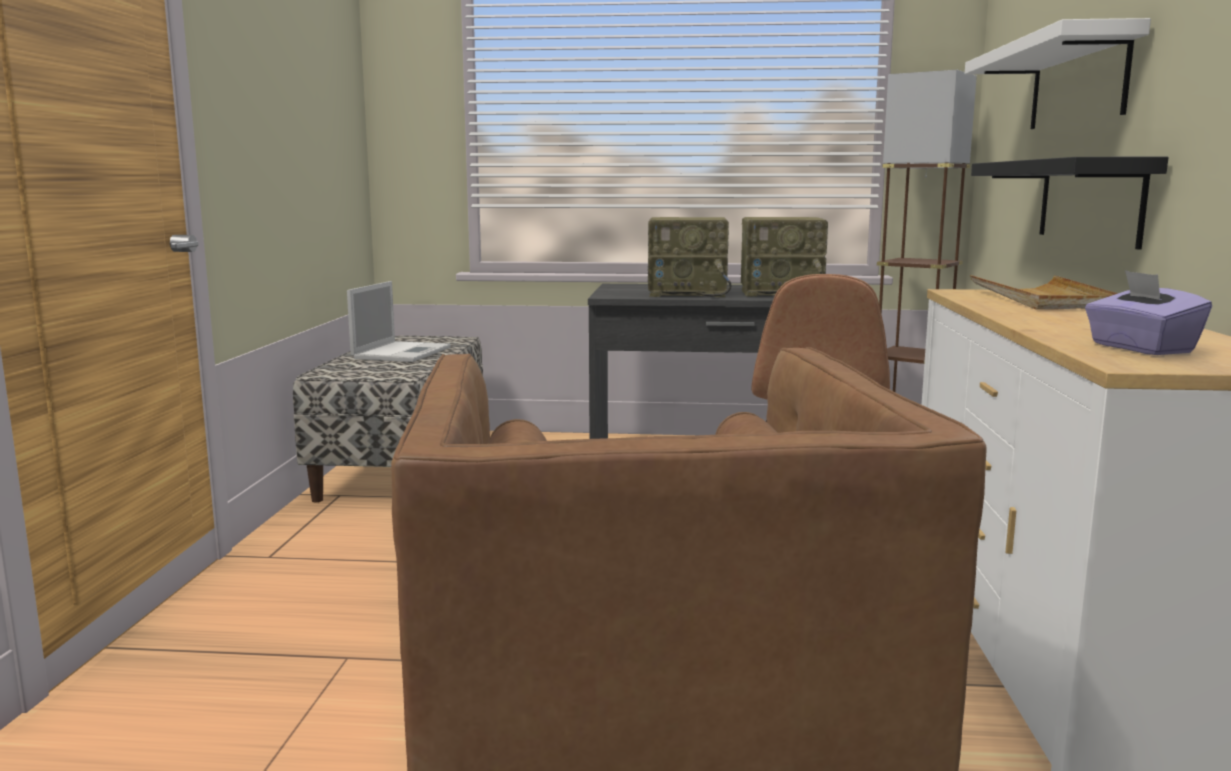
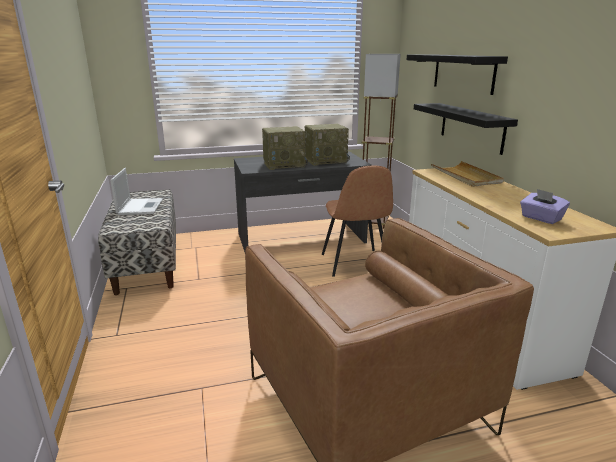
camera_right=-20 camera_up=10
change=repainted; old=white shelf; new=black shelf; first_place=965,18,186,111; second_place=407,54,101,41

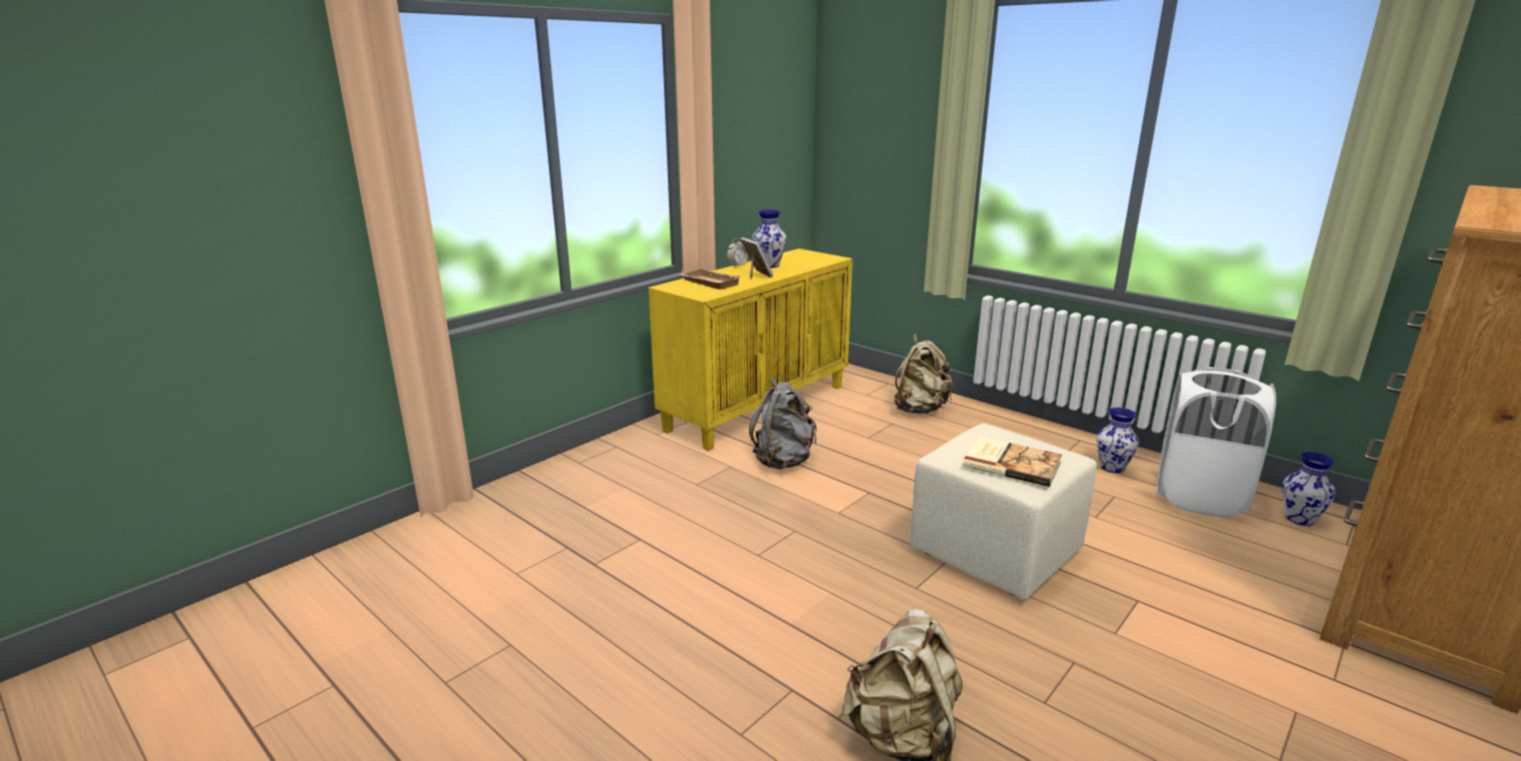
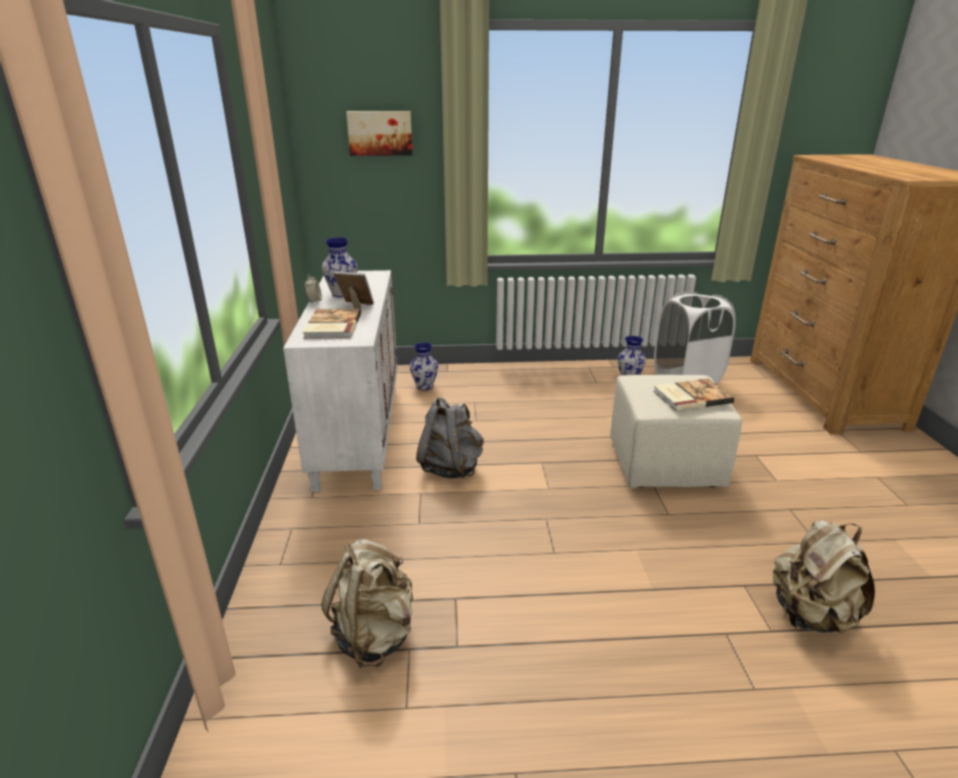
camera_right=-45 camera_up=5
change=repainted; old=yellow cabinet; new=white cabinet; first_place=648,249,205,202; second_place=283,270,114,222
change=swapped; old=beige tray; new=book; first_place=679,268,62,21; second_place=303,309,58,30
change=shifted; old=beige backpack; first_place=895,334,58,80; second_place=321,539,92,129
change=new; new=picture; second_place=346,111,67,45
change=shifted; old=vase; first_place=1282,452,53,74; second_place=410,342,28,48

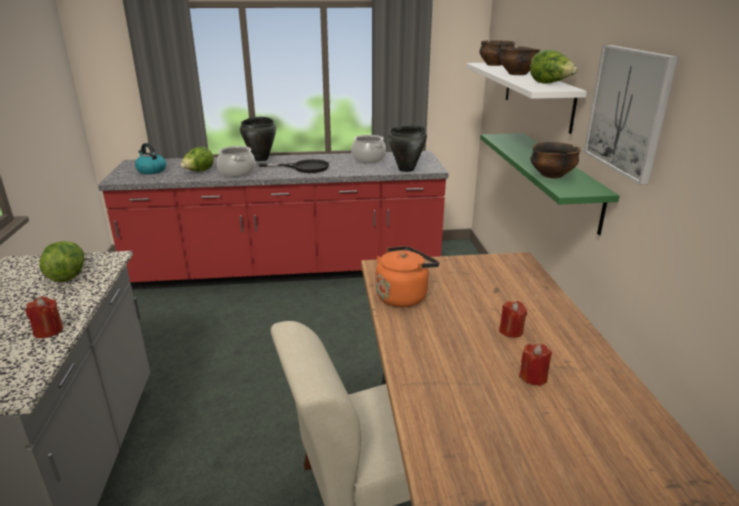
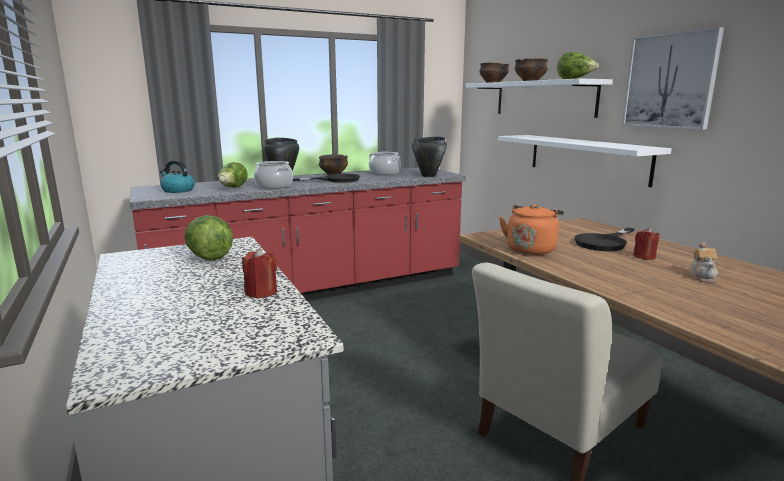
camera_right=-20 camera_up=-10
change=shifted; old=bowl; first_place=530,142,51,37; second_place=319,155,29,20
change=repainted; old=green shelf; new=white shelf; first_place=481,133,138,102; second_place=498,135,174,52
change=new; new=black frying pan; second_place=574,227,60,24
change=swapped; old=red candle; new=teapot; first_place=519,344,33,42; second_place=690,242,28,41

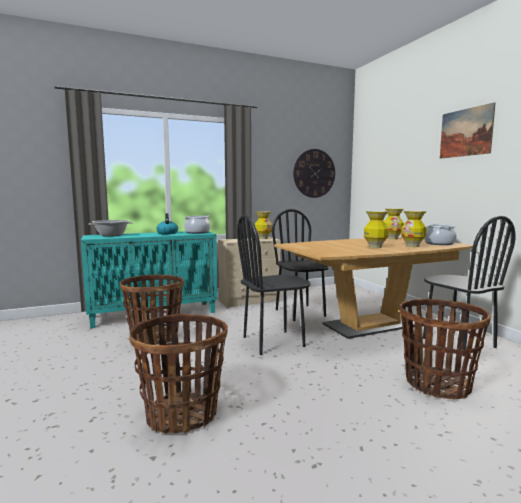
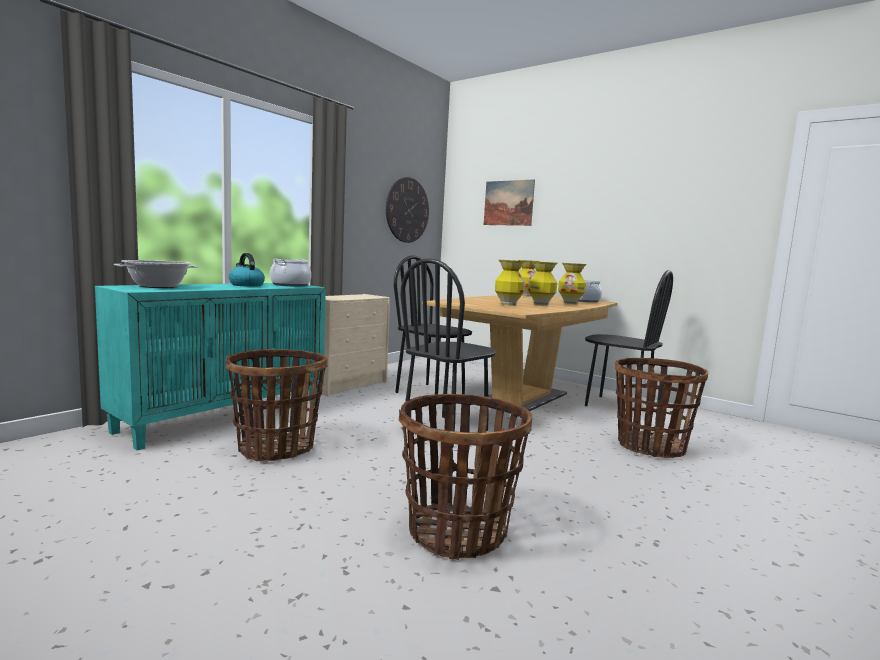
camera_right=-30 camera_up=0
change=shifted; old=picture; first_place=440,102,55,57; second_place=484,179,51,47
change=shifted; old=vase; first_place=255,212,17,27; second_place=495,260,30,46

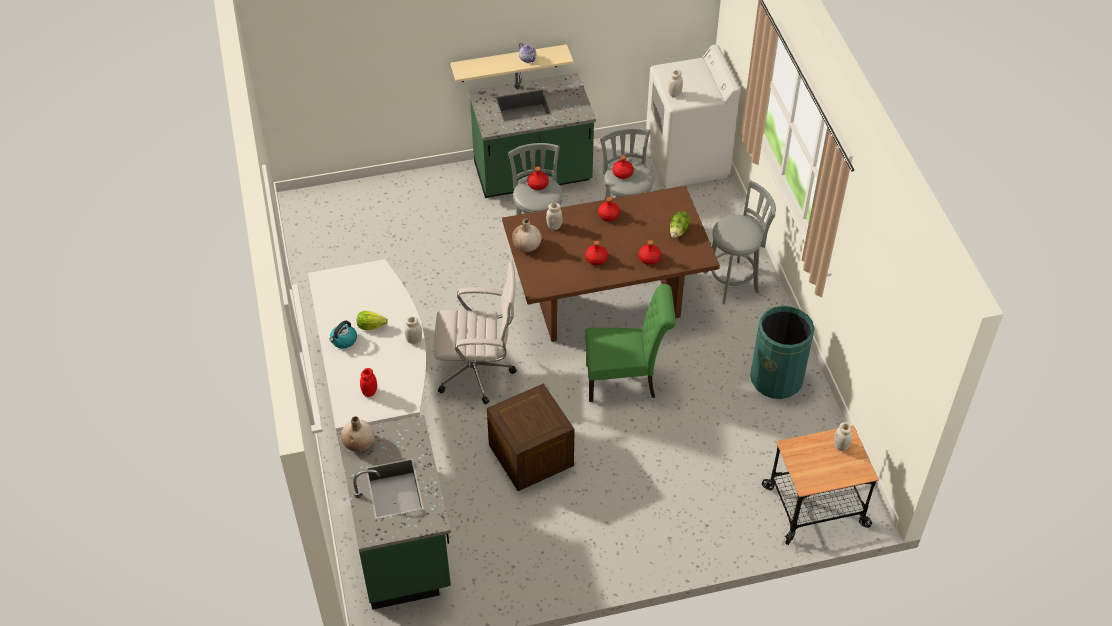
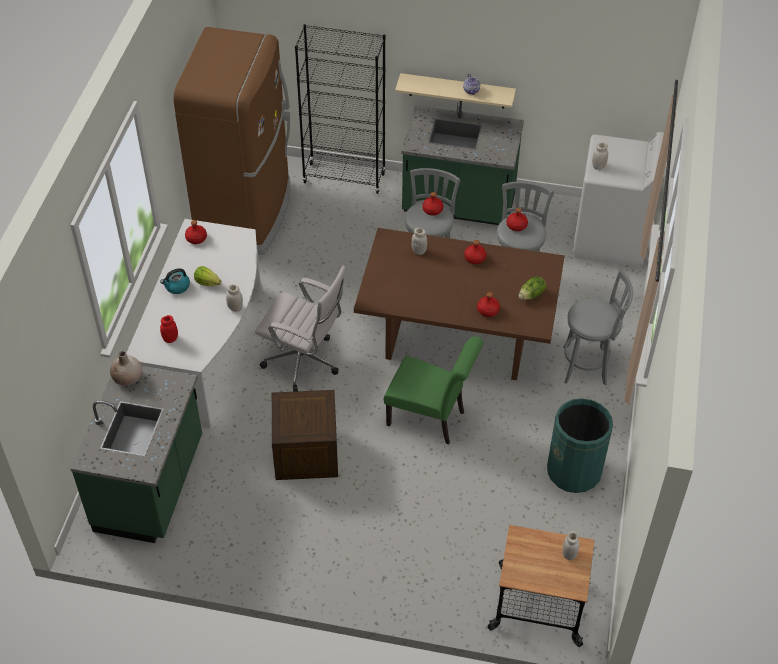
camera_right=25 camera_up=0
change=new; new=brown fridge; second_place=173,27,117,228
change=shifted; old=red bottle; first_place=585,241,23,24; second_place=185,220,22,24
change=new; new=black bookcase; second_place=295,24,91,170
change=gone; old=beige vase; first_place=512,219,29,33

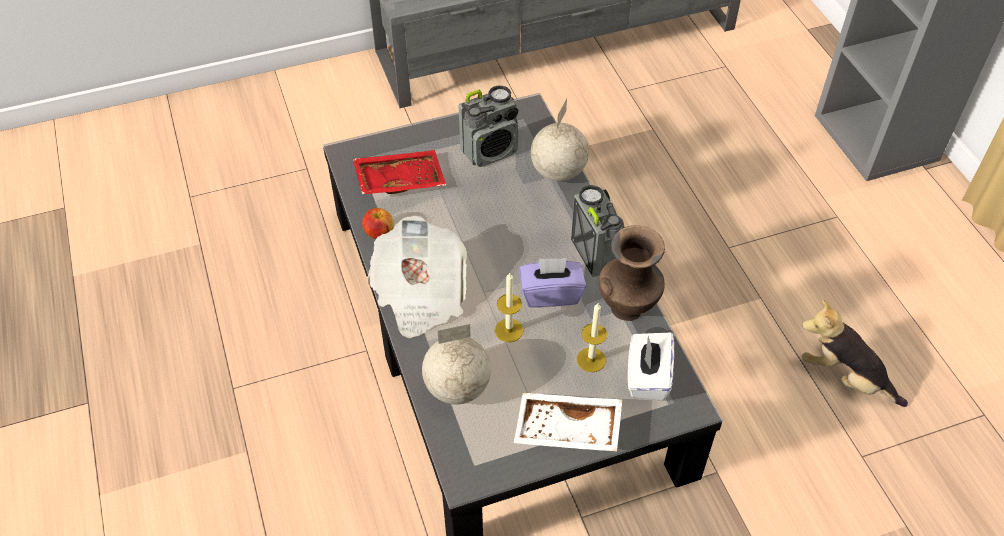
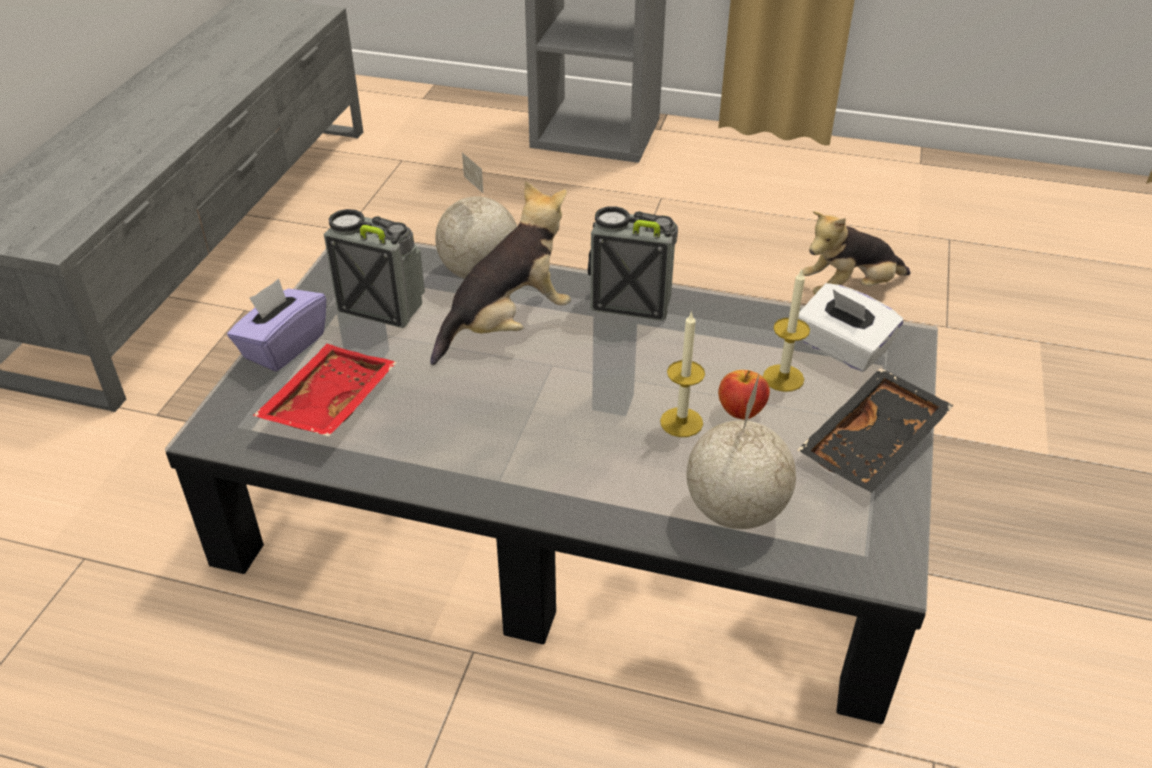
camera_right=-55 camera_up=-10
change=shifted; old=purple tissue box; first_place=519,258,67,49; second_place=227,278,99,94
change=rotated; old=radio; first_place=458,86,60,81; second_place=324,209,101,119; degrees=-75
change=new; new=plush toy; second_place=430,181,141,184
change=shifted; old=apple; first_place=362,208,32,31; second_place=718,370,52,50
change=repainted; old=white tray; new=black tray; first_place=514,393,109,58; second_place=797,368,157,125
change=gone; old=newspaper; first_place=367,216,100,122
change=gone; old=brown vase; first_place=599,225,66,96

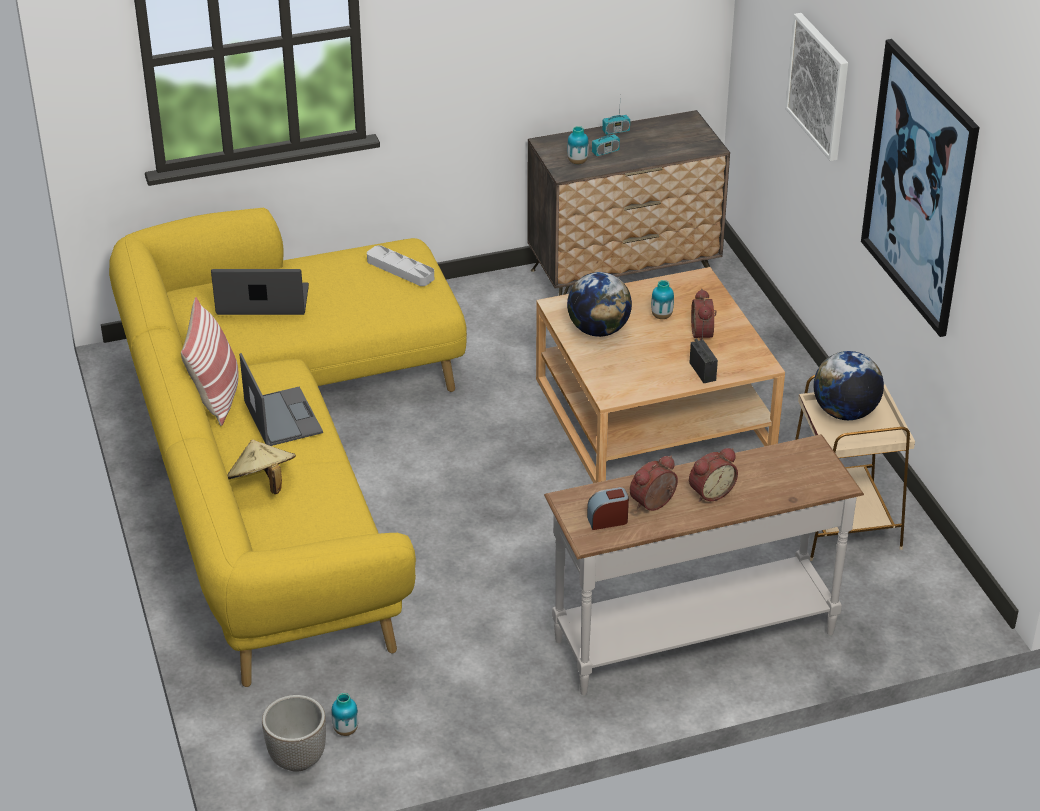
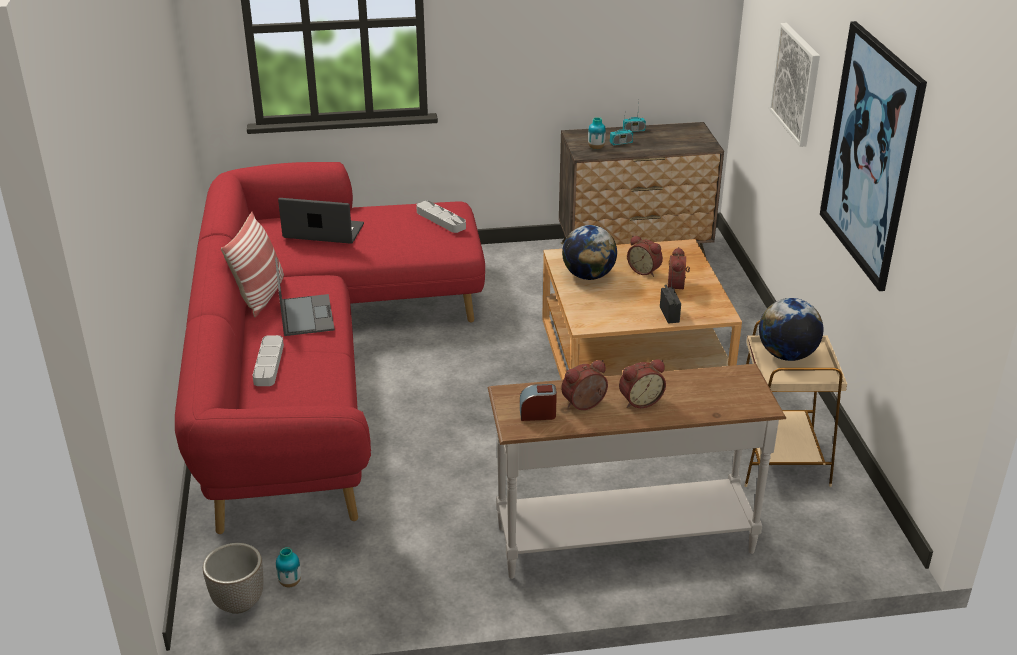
camera_right=10 camera_up=-5
change=repainted; old=yellow sofa; new=red sofa; first_place=109,208,358,479; second_place=175,162,310,372
change=swapped; old=beige hat; new=grey tray; first_place=227,440,69,54; second_place=252,335,32,51
change=swapped; old=vase; new=alarm clock; first_place=651,280,23,39; second_place=627,236,36,41

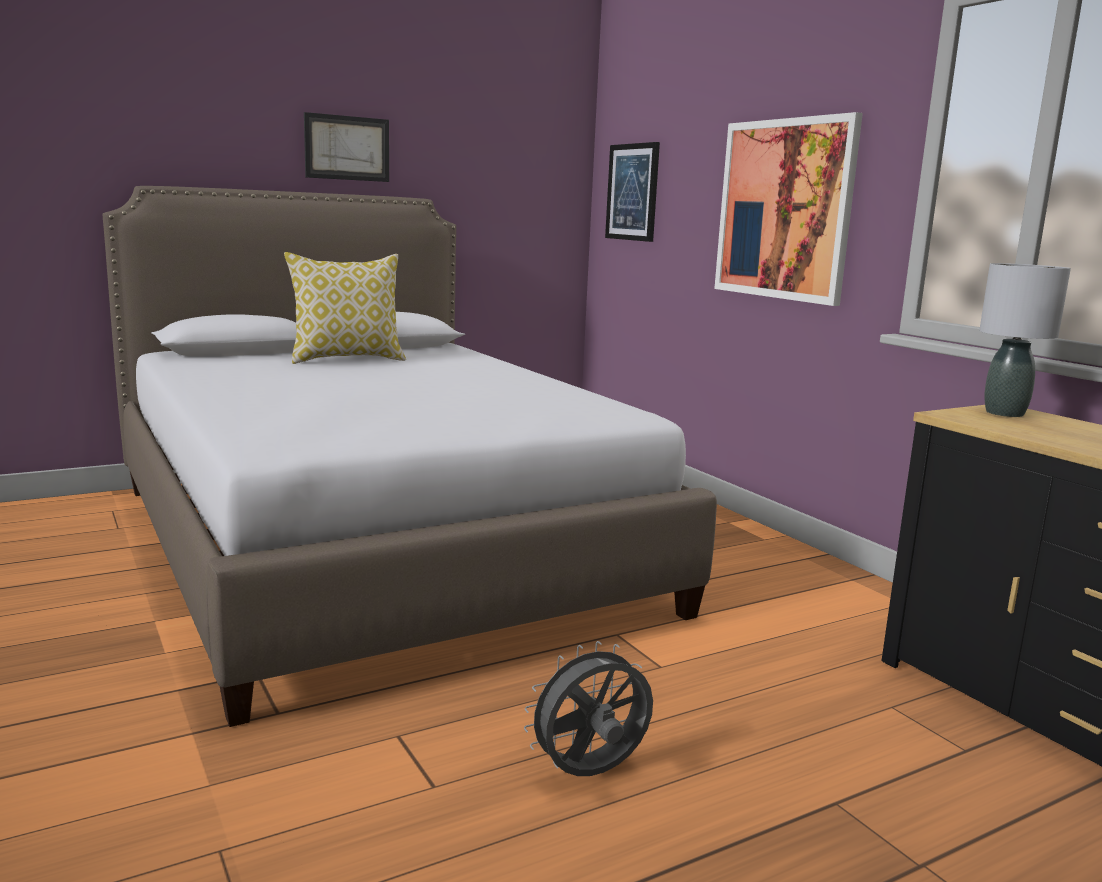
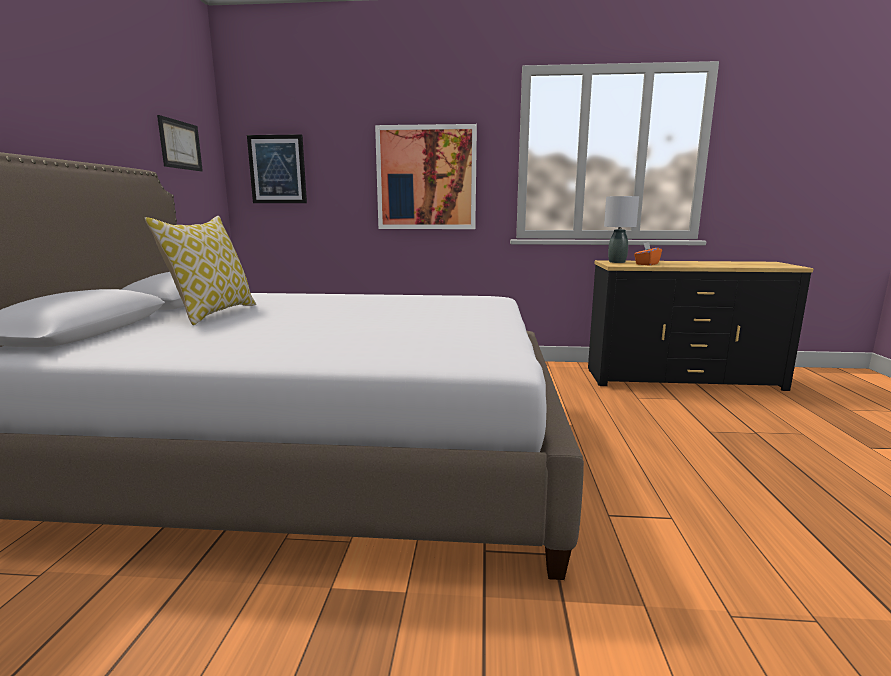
camera_right=-55 camera_up=0
change=shifted; old=picture; first_place=304,112,85,70; second_place=157,115,46,56
change=new; new=orange tissue box; second_place=634,242,28,23
change=gone; old=grey fan; first_place=524,641,129,135

